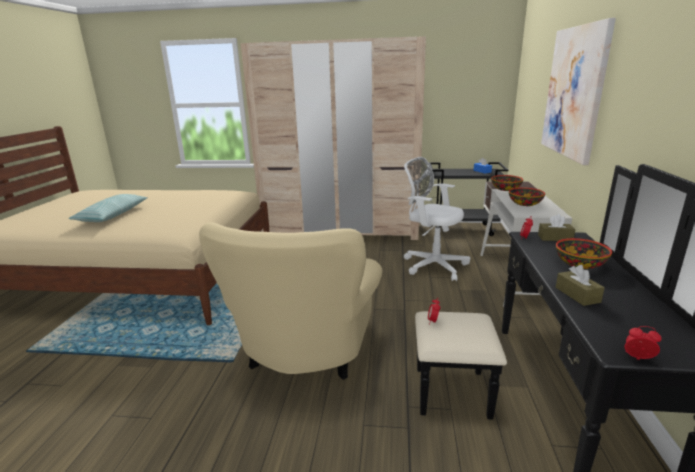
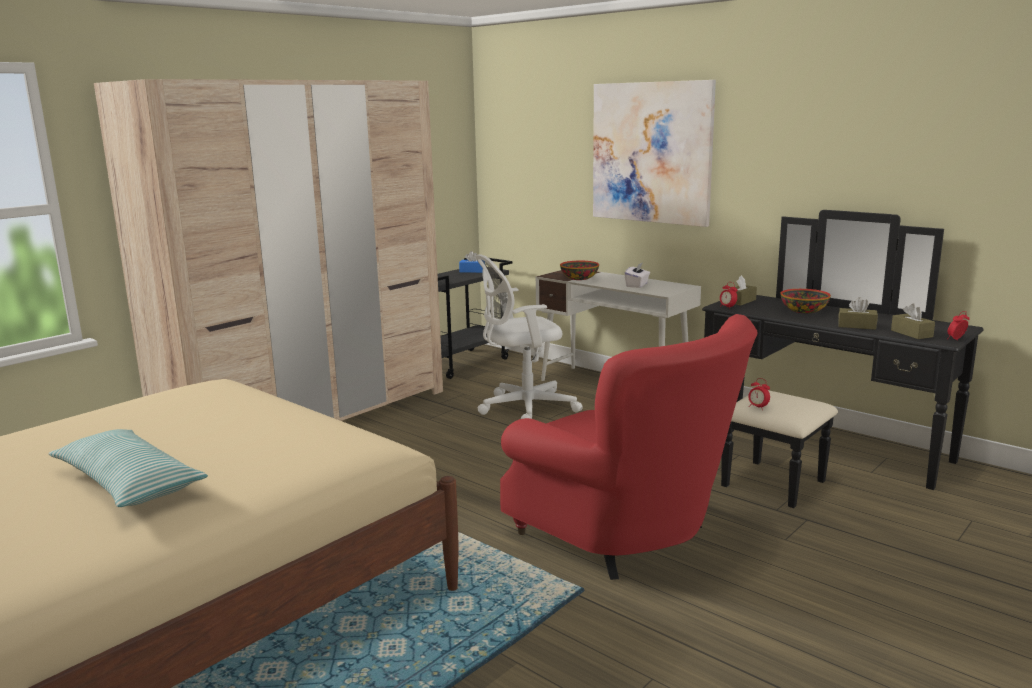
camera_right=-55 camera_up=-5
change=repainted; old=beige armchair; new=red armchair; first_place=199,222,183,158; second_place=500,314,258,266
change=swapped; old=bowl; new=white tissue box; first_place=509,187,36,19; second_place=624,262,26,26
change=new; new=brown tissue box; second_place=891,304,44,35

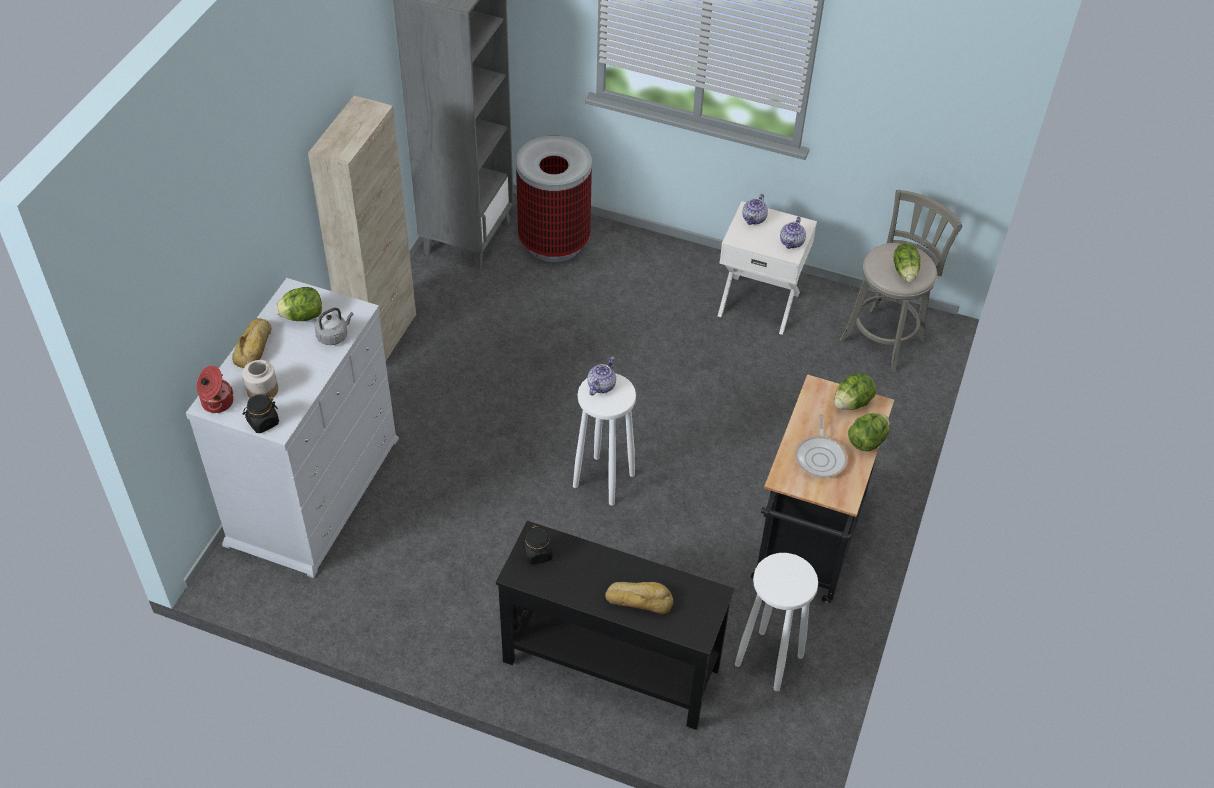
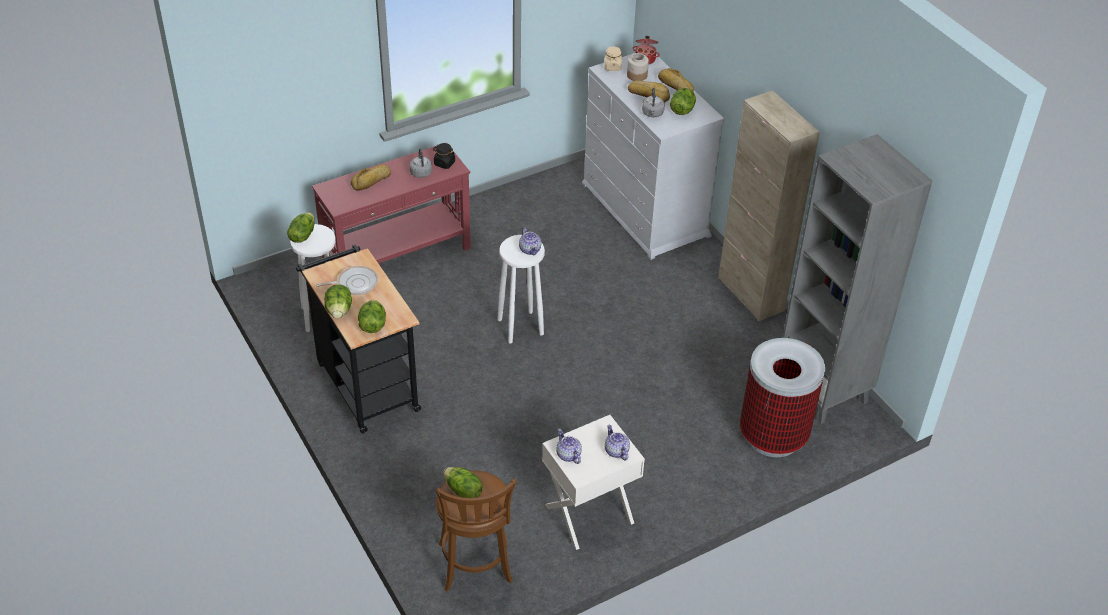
camera_right=130 camera_up=-5
change=new; new=lettuce; second_place=287,212,27,31
change=repainted; old=black console table; new=red console table; first_place=496,521,239,209; second_place=312,145,159,119
change=rotated; old=frying pan; first_place=795,414,53,64; second_place=316,266,62,29; degrees=120
change=new; new=grey kettle; second_place=410,148,22,30
change=repainted; old=grey stool; new=brown stool; first_place=839,190,123,183; second_place=436,471,81,120
change=repainted; old=black jar; new=beige jar; first_place=243,395,36,38; second_place=605,47,17,24
change=new; new=bread; second_place=628,80,42,23

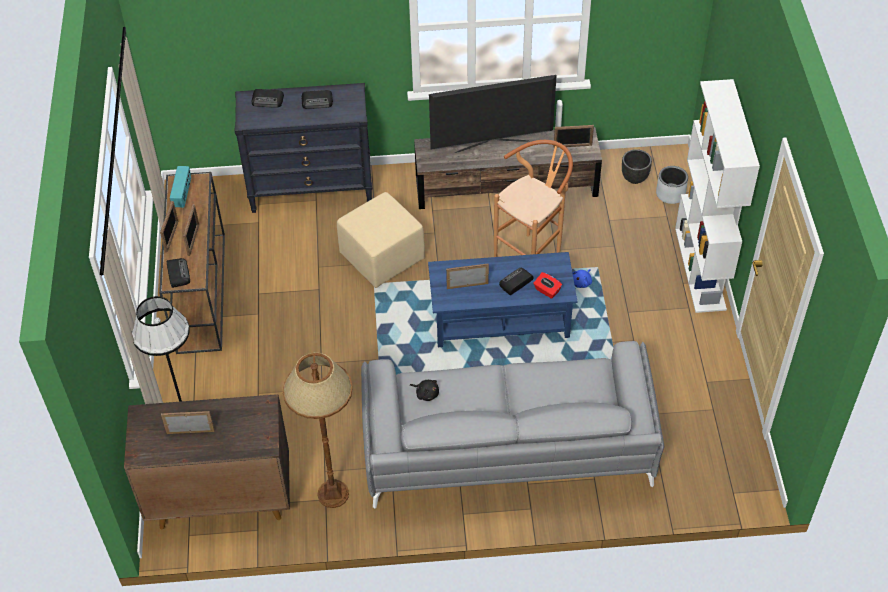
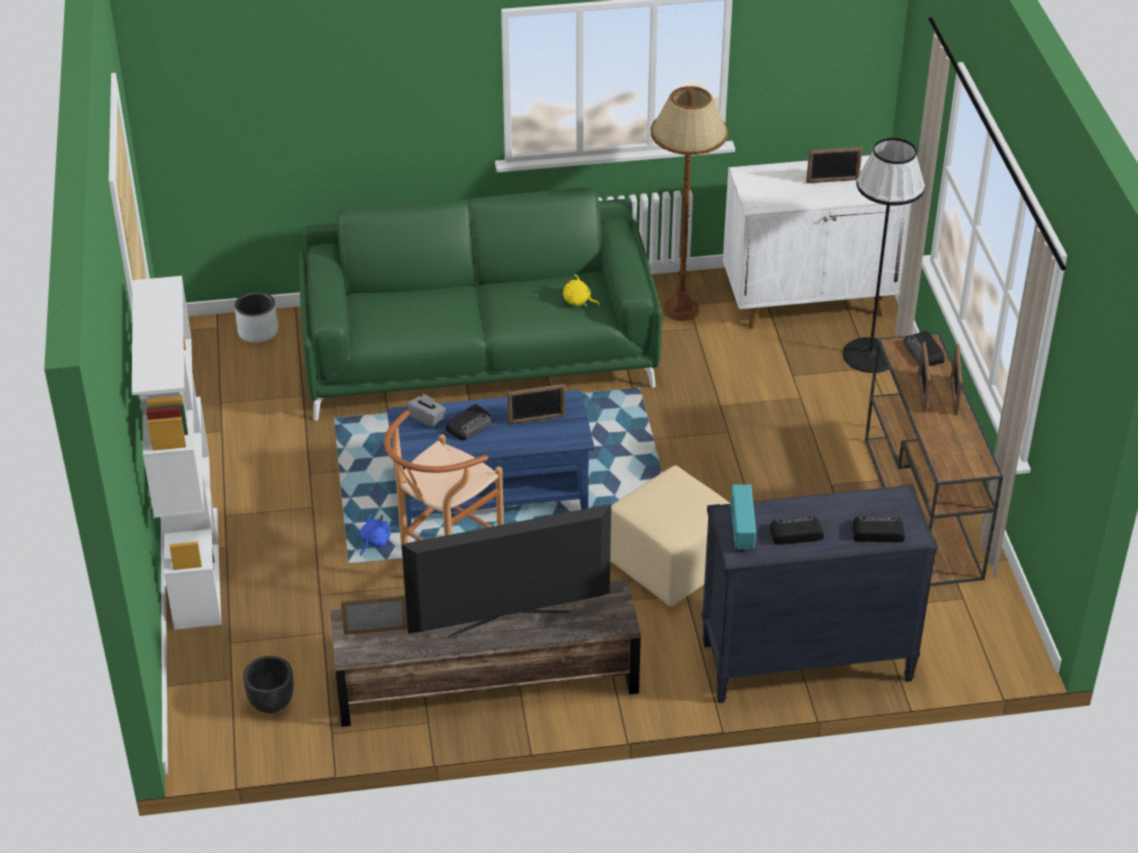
camera_right=175 camera_up=-10
change=shifted; old=grey planter; first_place=656,166,32,38; second_place=235,292,43,51
change=repainted; old=grey sofa; new=green sofa; first_place=361,341,303,167; second_place=299,187,363,234
change=repainted; old=red tissue box; new=grey tissue box; first_place=533,272,29,27; second_place=407,393,39,34
change=repainted; old=black plush toy; new=yellow plush toy; first_place=410,380,29,21; second_place=563,274,37,33
change=repainted; old=brown cabinet; new=white cabinet; first_place=124,394,166,135; second_place=723,155,188,174
change=shifted; old=radio; first_place=170,166,21,42; second_place=731,484,25,66

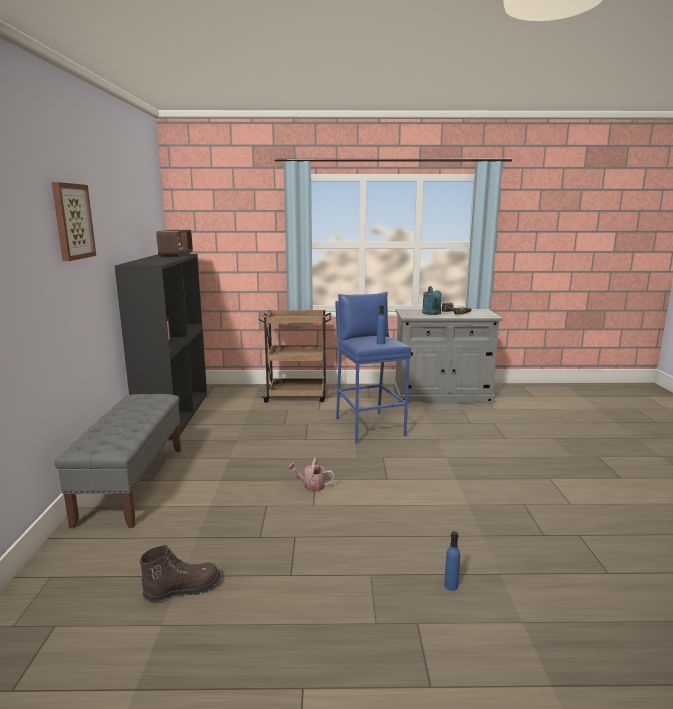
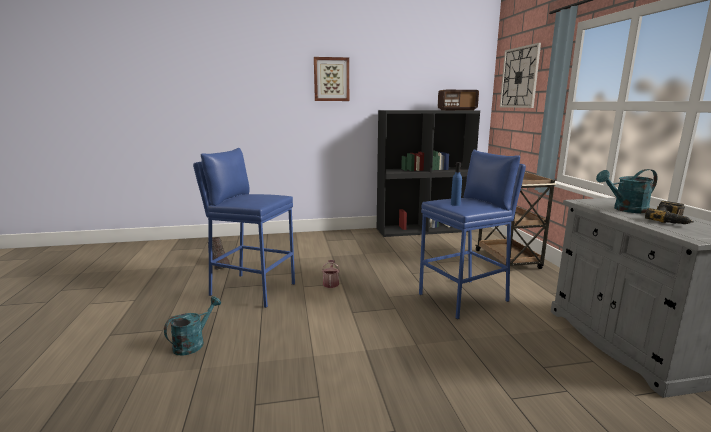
camera_right=80 camera_up=0
change=swapped; old=blue bottle; new=turquoise watering can; first_place=444,531,16,60; second_place=164,296,57,60
change=new; new=blue stool; second_place=193,148,102,160
change=new; new=wall clock; second_place=500,43,41,65
change=gone; old=grey bench; first_place=54,394,127,134

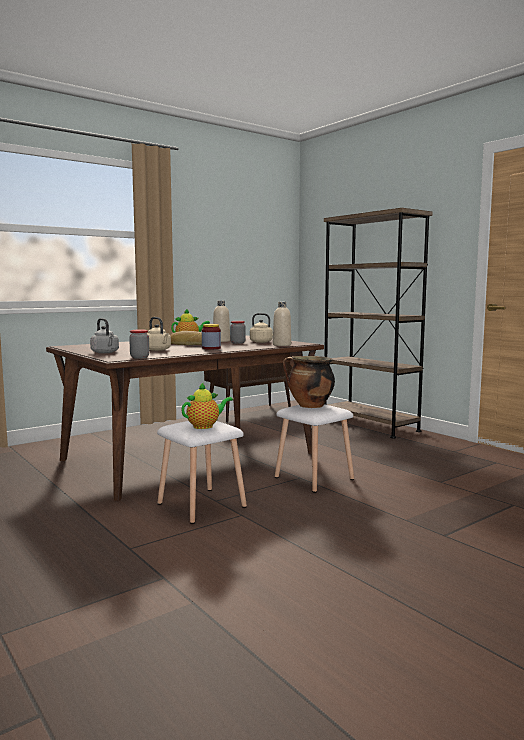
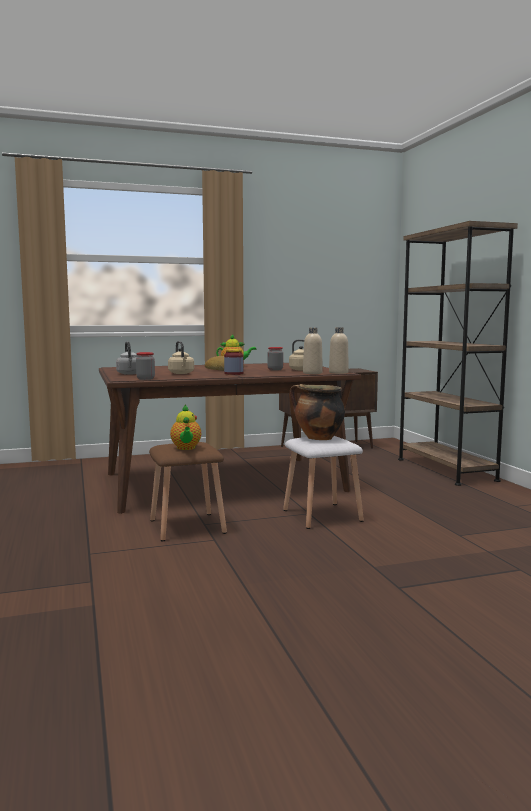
camera_right=20 camera_up=0
change=repainted; old=white stool; new=brown stool; first_place=157,421,90,103; second_place=149,442,78,99
change=rotated; old=teapot; first_place=181,382,52,47; second_place=170,405,31,45; degrees=90
change=shifted; old=beige bottle; first_place=213,301,17,41; second_place=329,327,20,47

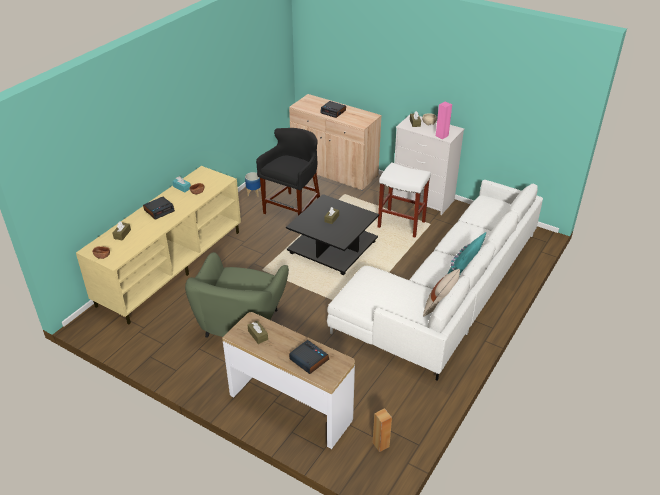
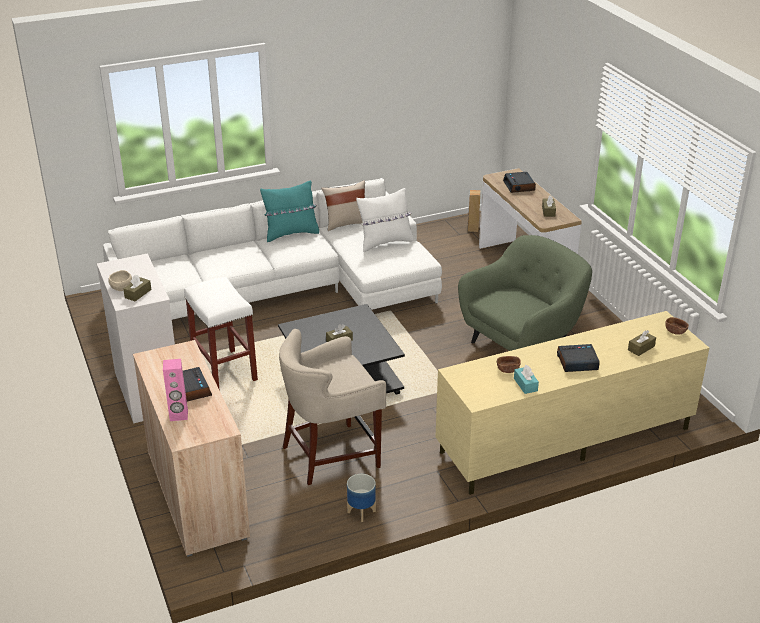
camera_right=-145 camera_up=-5
change=shifted; old=pink speaker; first_place=436,101,16,38; second_place=163,359,25,62
change=repainted; old=black stool; new=beige stool; first_place=256,128,64,88; second_place=279,329,107,157
change=new; new=white pillow; second_place=356,188,58,64

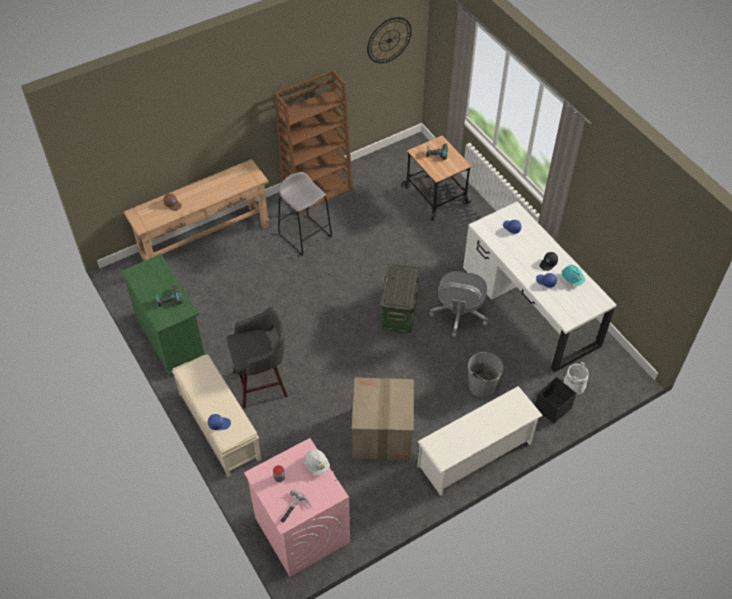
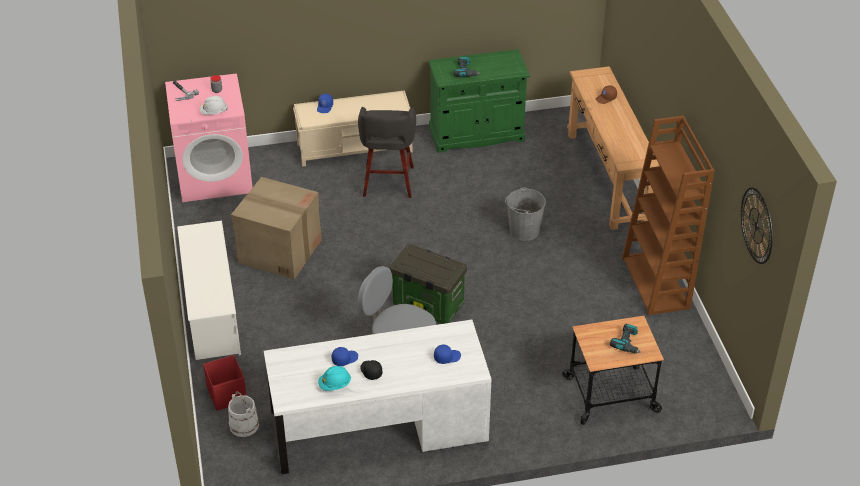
camera_right=110 camera_up=-10
change=repainted; old=black storage box; new=red storage box; first_place=535,377,42,47; second_place=203,355,44,56
change=shifted; old=grey bucket; first_place=468,352,35,46; second_place=505,187,41,54
change=gone; old=grey stool; first_place=278,172,54,84

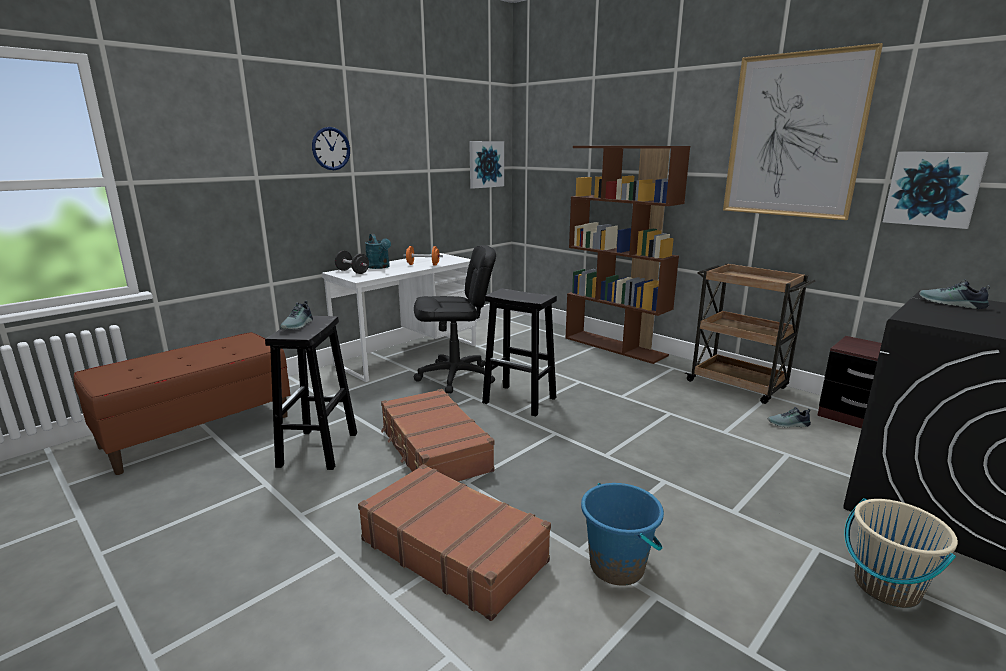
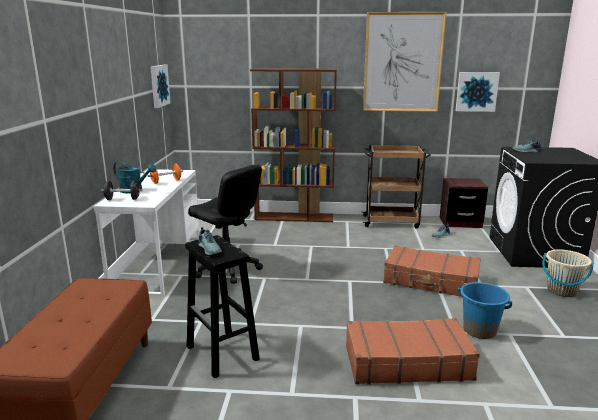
camera_right=-40 camera_up=0
change=rotated; old=black office chair; first_place=414,245,82,148; second_place=188,165,75,119; degrees=90
change=shifted; old=brown suitcase; first_place=381,389,114,93; second_place=383,245,98,52
change=gone; old=wall clock; first_place=312,127,38,43
change=gone; old=black stool; first_place=482,288,75,129

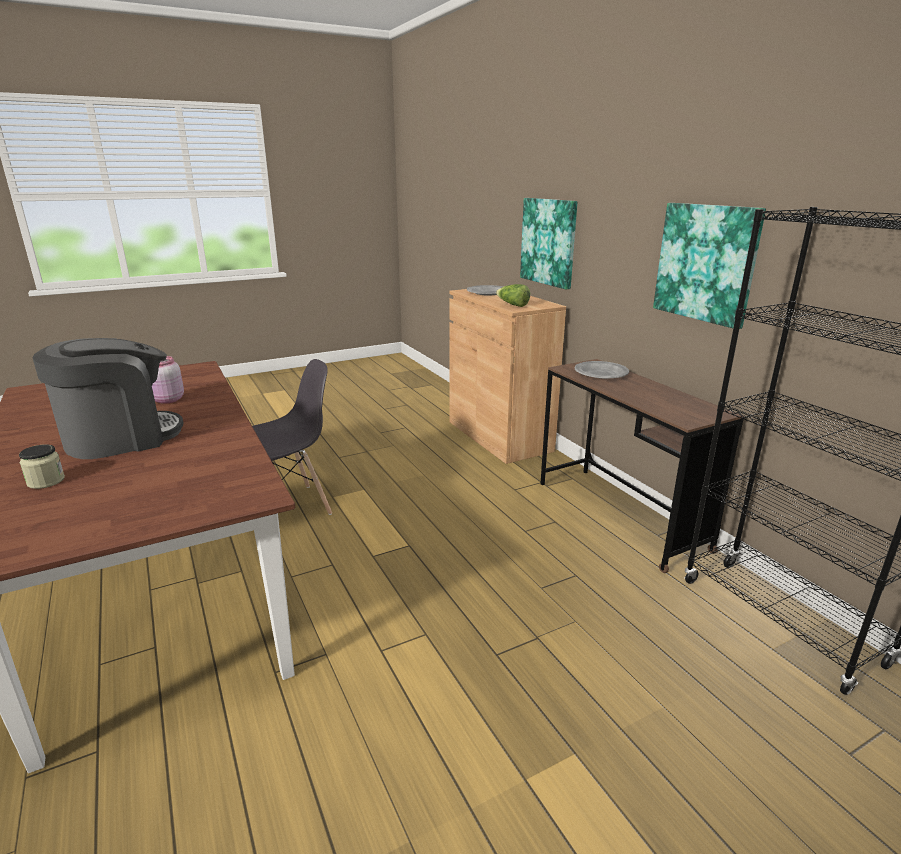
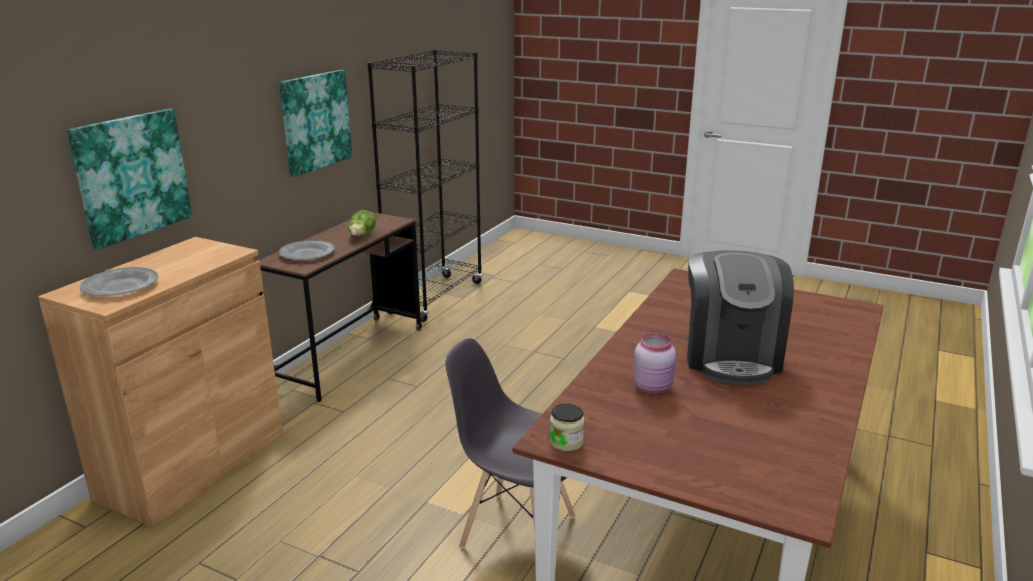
camera_right=-125 camera_up=0
change=shifted; old=lettuce; first_place=496,284,34,23; second_place=348,210,28,26
change=shifted; old=jar; first_place=19,444,46,45; second_place=550,403,35,48
change=rotated; old=coffee machine; first_place=33,338,151,121; second_place=687,250,107,135; degrees=-105

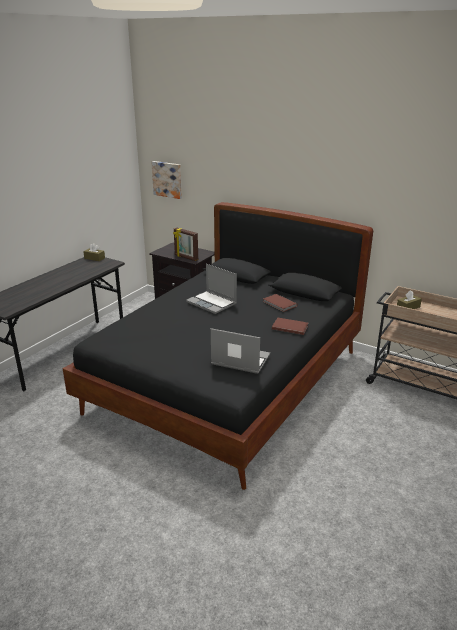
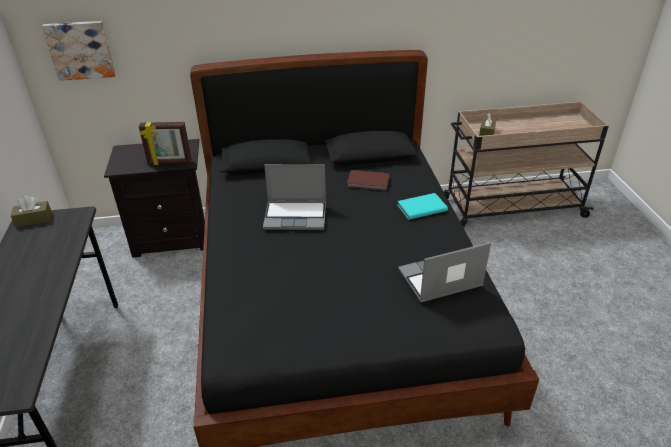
camera_right=-40 camera_up=10
change=repainted; old=brown book; new=turquoise book; first_place=272,318,36,17; second_place=398,193,50,27

